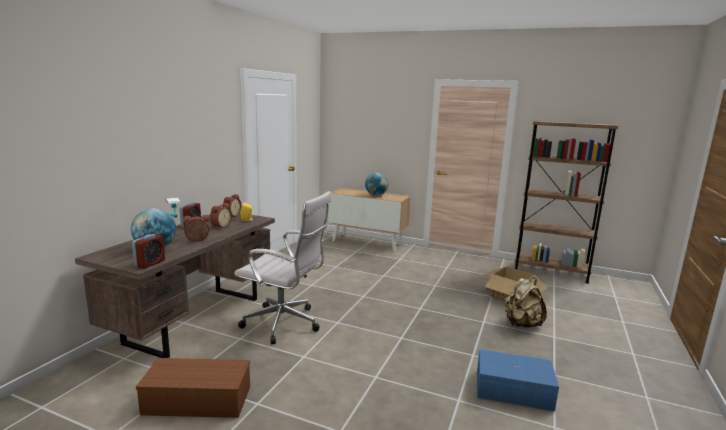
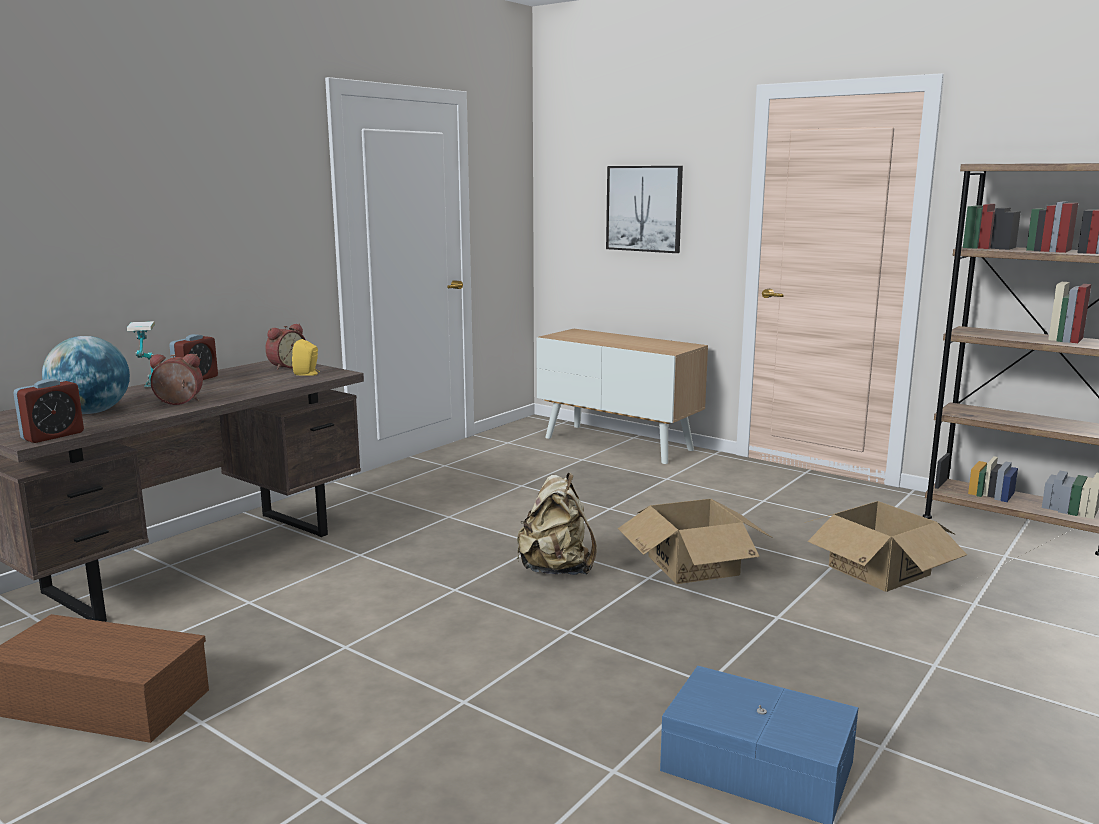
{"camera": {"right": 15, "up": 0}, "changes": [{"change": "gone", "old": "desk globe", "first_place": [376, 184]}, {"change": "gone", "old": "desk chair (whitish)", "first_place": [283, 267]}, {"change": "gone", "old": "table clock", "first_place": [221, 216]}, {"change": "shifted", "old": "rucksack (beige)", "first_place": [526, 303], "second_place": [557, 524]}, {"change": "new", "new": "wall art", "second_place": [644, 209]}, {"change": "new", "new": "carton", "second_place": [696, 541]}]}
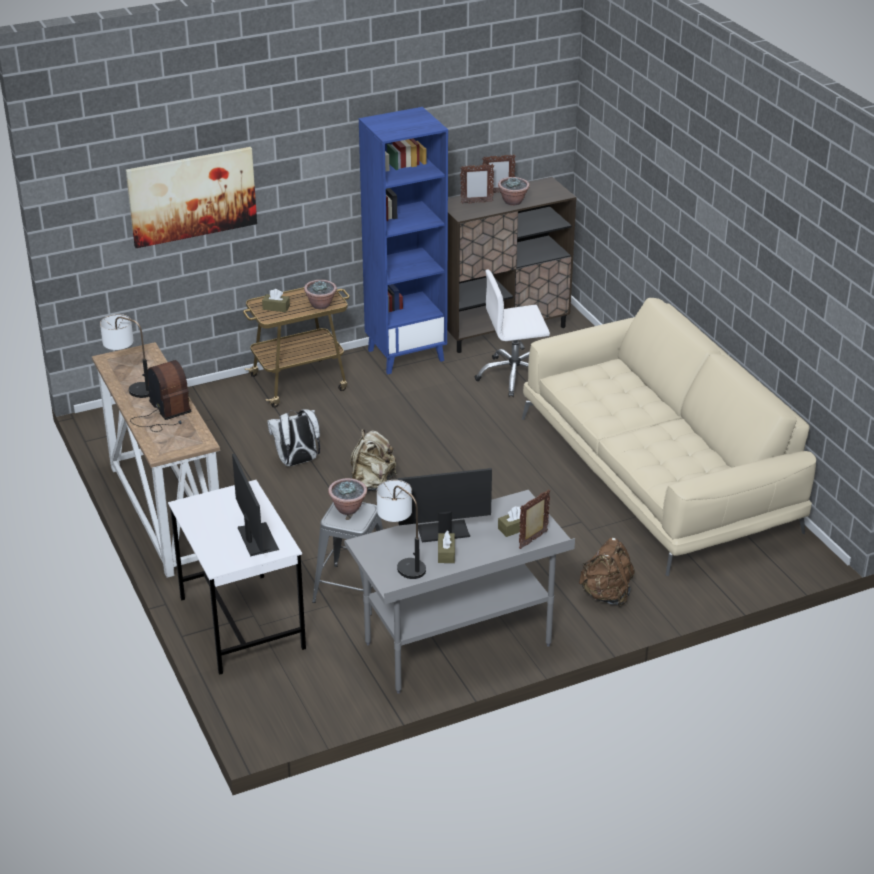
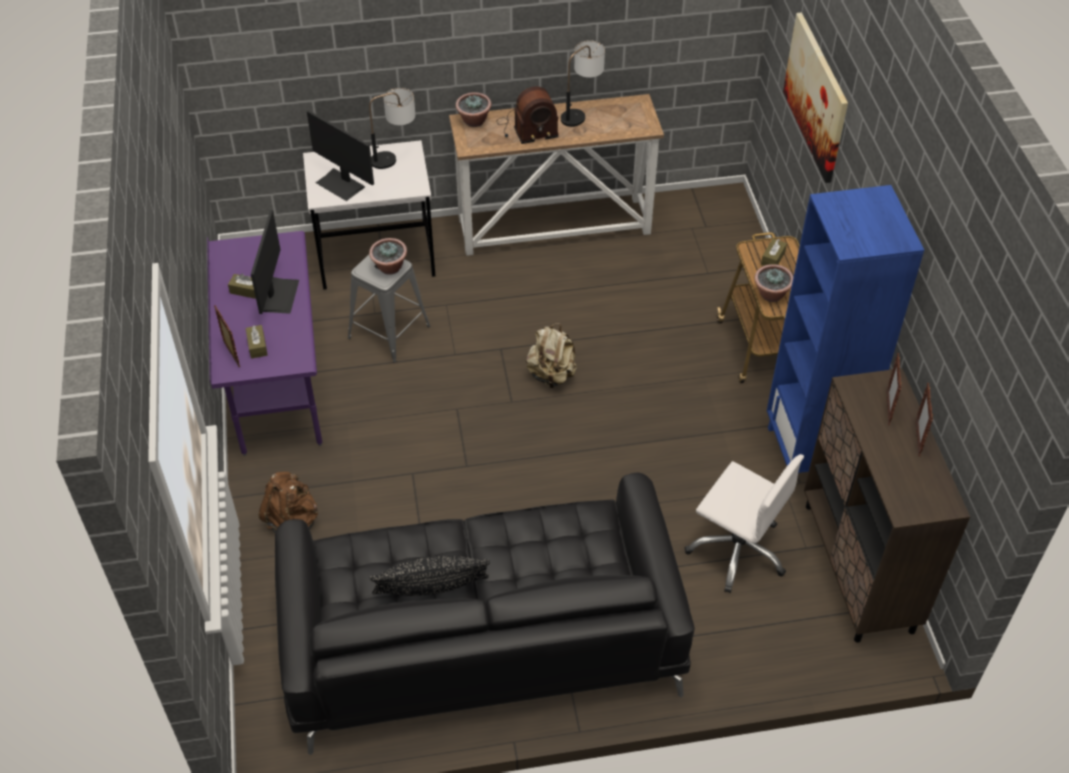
{"camera": {"right": 105, "up": 15}, "changes": [{"change": "shifted", "old": "plant in a pot", "first_place": [514, 191], "second_place": [473, 109]}, {"change": "rotated", "old": "desk chair (whitish)", "first_place": [512, 333], "second_place": [744, 523], "degrees": 120}, {"change": "repainted", "old": "sofa (beige)", "new": "sofa (black)", "first_place": [669, 437], "second_place": [485, 614]}, {"change": "gone", "old": "rucksack (whitish)", "first_place": [293, 437]}, {"change": "rotated", "old": "computer display", "first_place": [255, 505], "second_place": [340, 155], "degrees": 45}, {"change": "shifted", "old": "table lamp", "first_place": [401, 529], "second_place": [392, 128]}, {"change": "repainted", "old": "desk unit (grey)", "new": "desk unit (purple-coloured)", "first_place": [459, 592], "second_place": [264, 343]}, {"change": "new", "new": "throw pillow (black)", "second_place": [429, 576]}]}
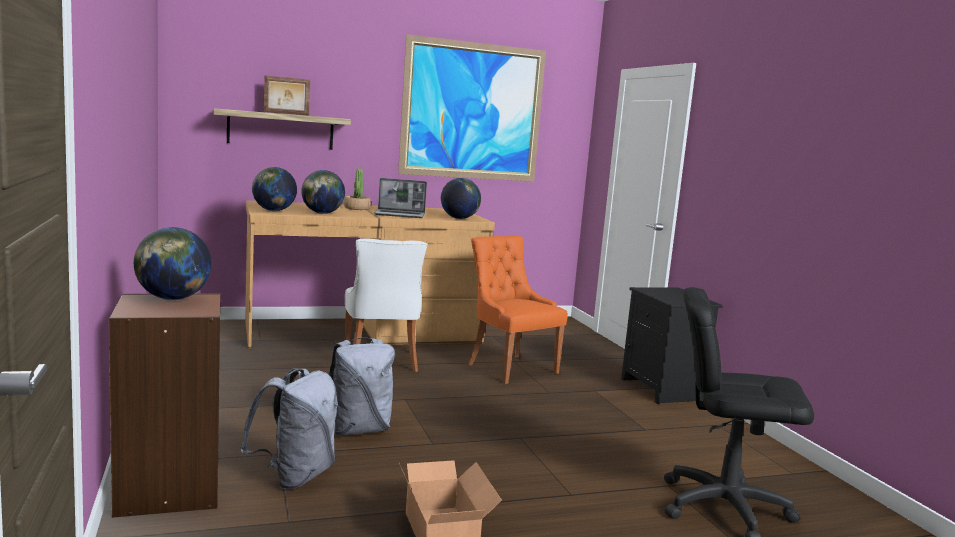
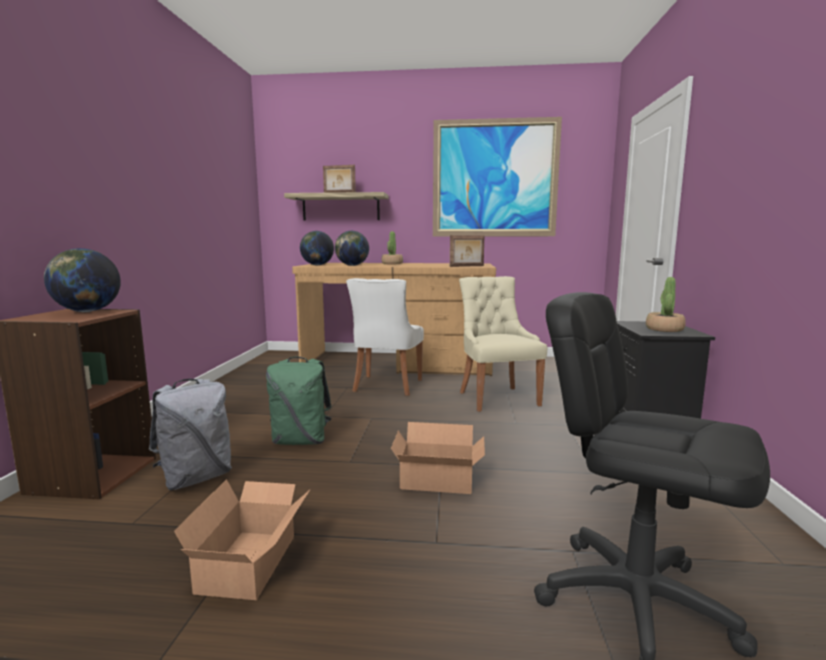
{"camera": {"right": 25, "up": 0}, "changes": [{"change": "gone", "old": "portable computer", "first_place": [400, 198]}, {"change": "swapped", "old": "desk globe", "new": "standing frame", "first_place": [461, 198], "second_place": [467, 251]}, {"change": "repainted", "old": "plain chair (orangey)", "new": "plain chair (beige)", "first_place": [518, 310], "second_place": [503, 344]}, {"change": "repainted", "old": "rucksack (grey)", "new": "rucksack (greenish)", "first_place": [361, 386], "second_place": [299, 401]}, {"change": "new", "new": "plant in a pot", "second_place": [666, 304]}, {"change": "new", "new": "carton", "second_place": [438, 458]}]}
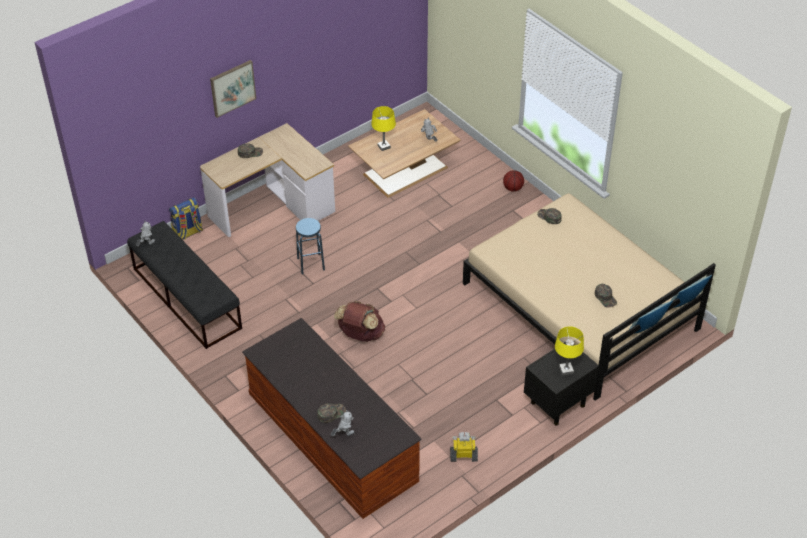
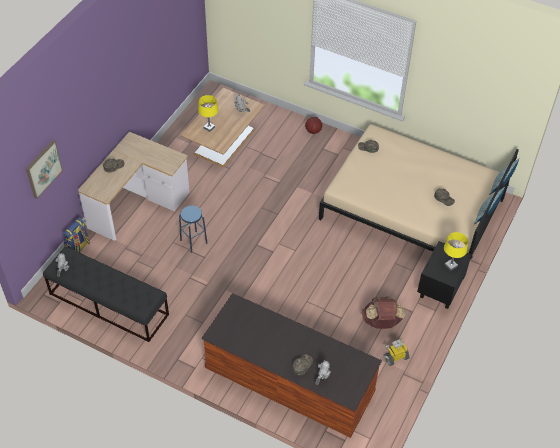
{"camera": {"right": -25, "up": 5}, "changes": [{"change": "shifted", "old": "wall art", "first_place": [233, 89], "second_place": [44, 169]}, {"change": "shifted", "old": "rucksack (brown)", "first_place": [359, 321], "second_place": [383, 313]}]}
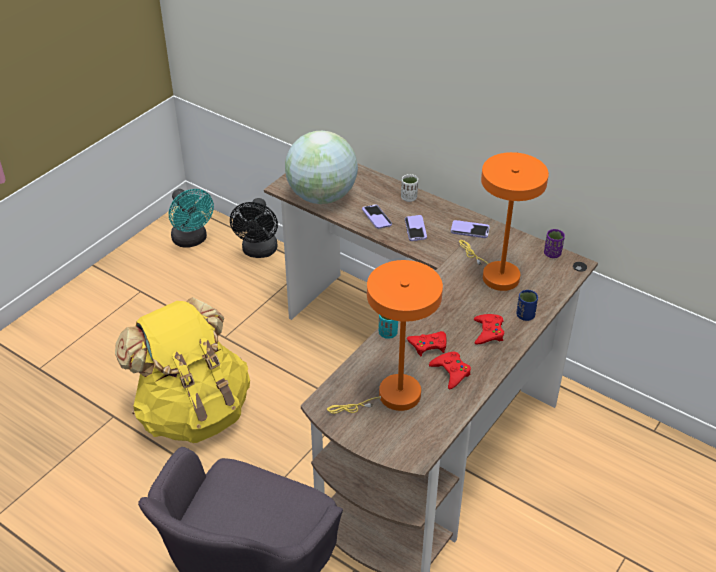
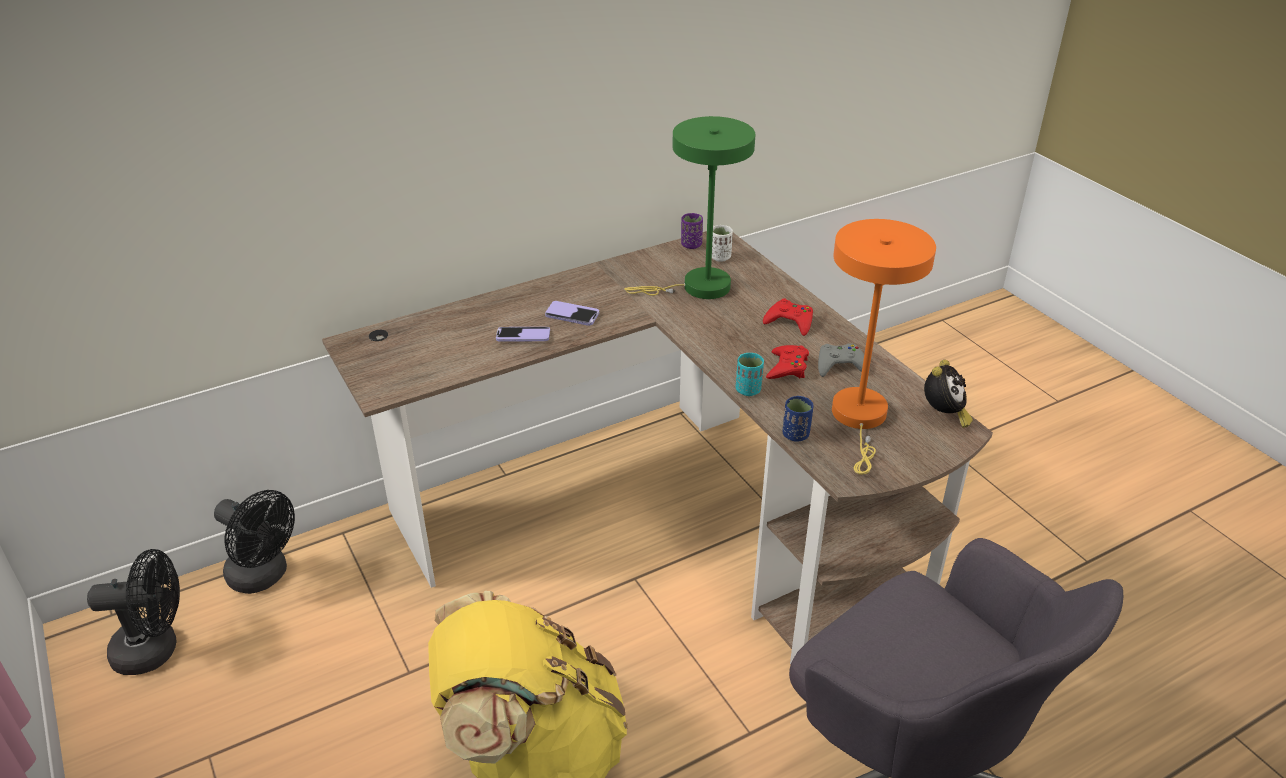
{"camera": {"right": -65, "up": -5}, "changes": [{"change": "gone", "old": "desk globe", "first_place": [321, 167]}, {"change": "repainted", "old": "table lamp (orangey)", "new": "table lamp (greenish)", "first_place": [504, 221], "second_place": [689, 207]}, {"change": "shifted", "old": "cup (whitish)", "first_place": [409, 188], "second_place": [722, 243]}, {"change": "repainted", "old": "electric fan (blue-green)", "new": "electric fan (black)", "first_place": [191, 218], "second_place": [133, 612]}, {"change": "gone", "old": "telephone", "first_place": [470, 229]}, {"change": "shifted", "old": "cup (blue)", "first_place": [527, 305], "second_place": [798, 419]}, {"change": "repainted", "old": "game controller (red)", "new": "game controller (grey)", "first_place": [450, 370], "second_place": [844, 360]}, {"change": "new", "new": "table clock", "second_place": [948, 394]}]}
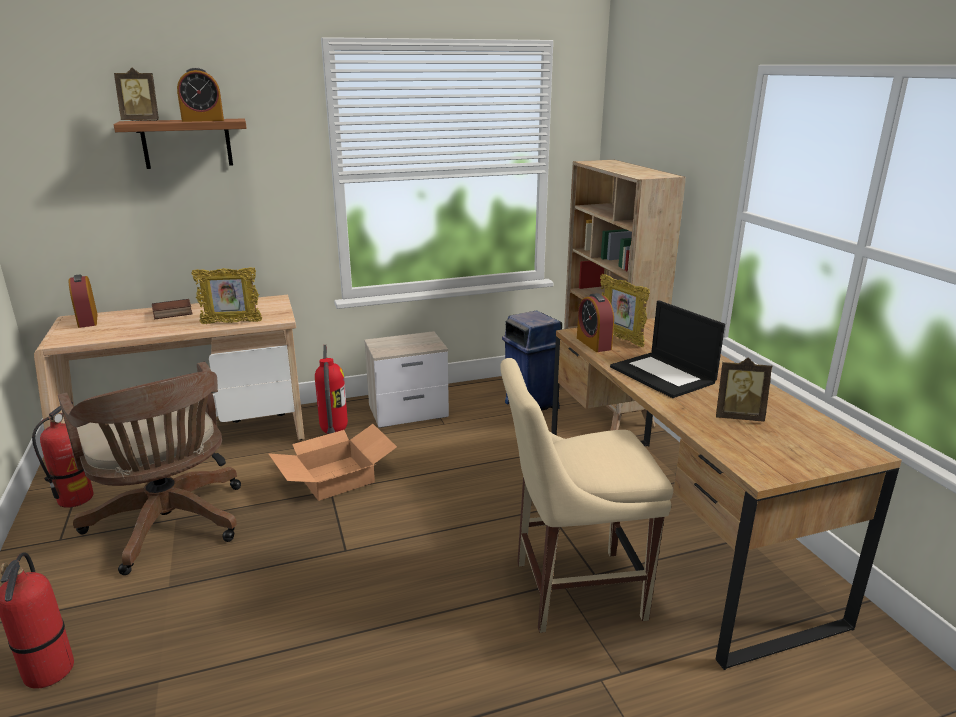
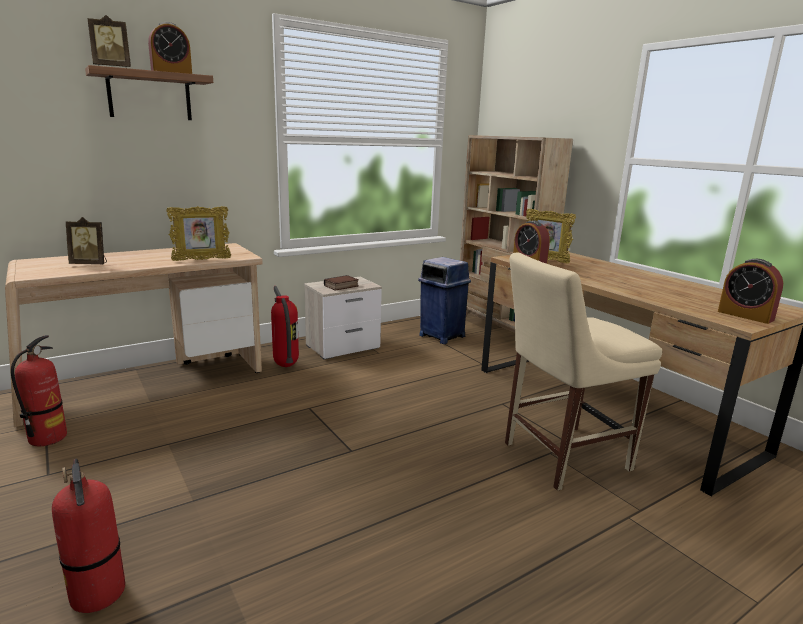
{"camera": {"right": -15, "up": -5}, "changes": [{"change": "shifted", "old": "table clock", "first_place": [83, 301], "second_place": [750, 291]}, {"change": "shifted", "old": "book", "first_place": [172, 309], "second_place": [341, 283]}, {"change": "gone", "old": "portable computer", "first_place": [667, 349]}, {"change": "shifted", "old": "standing frame", "first_place": [744, 389], "second_place": [86, 240]}, {"change": "gone", "old": "desk chair (brown)", "first_place": [149, 468]}, {"change": "gone", "old": "carton", "first_place": [332, 462]}]}
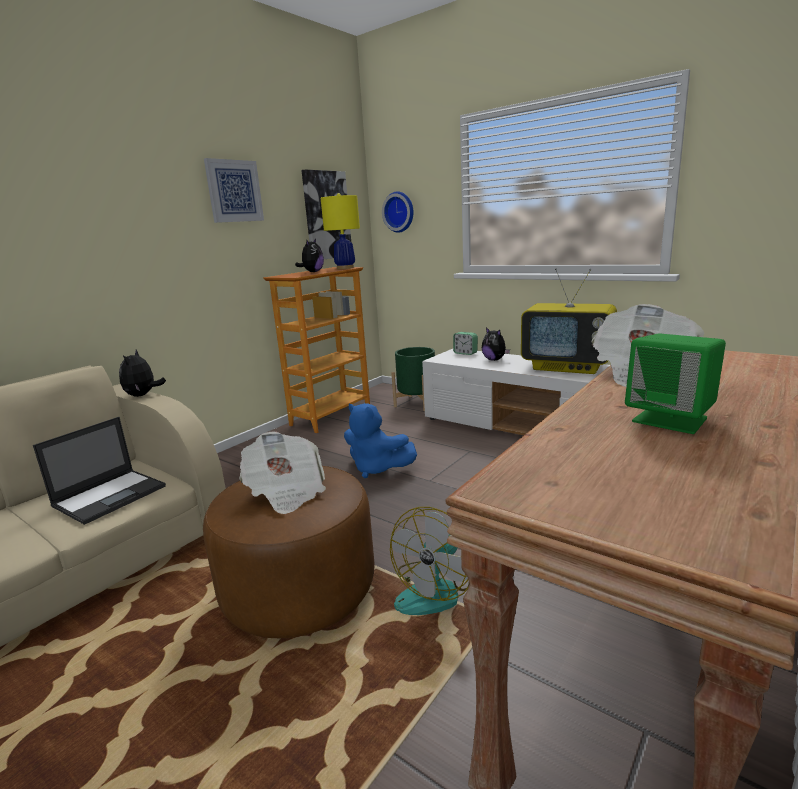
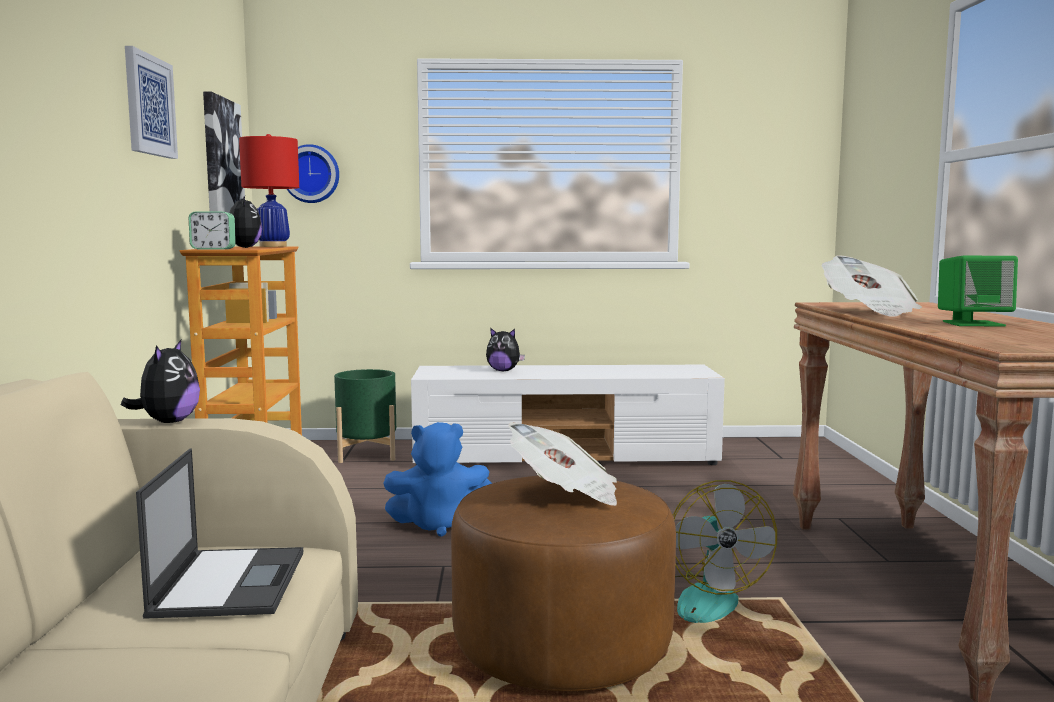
{"camera": {"right": -40, "up": -10}, "changes": [{"change": "repainted", "old": "table lamp (yellowish)", "new": "table lamp (red)", "first_place": [340, 231], "second_place": [269, 190]}, {"change": "gone", "old": "television", "first_place": [569, 321]}, {"change": "shifted", "old": "table clock", "first_place": [465, 343], "second_place": [212, 230]}, {"change": "rotated", "old": "cuddly toy", "first_place": [142, 373], "second_place": [160, 381], "degrees": -135}]}
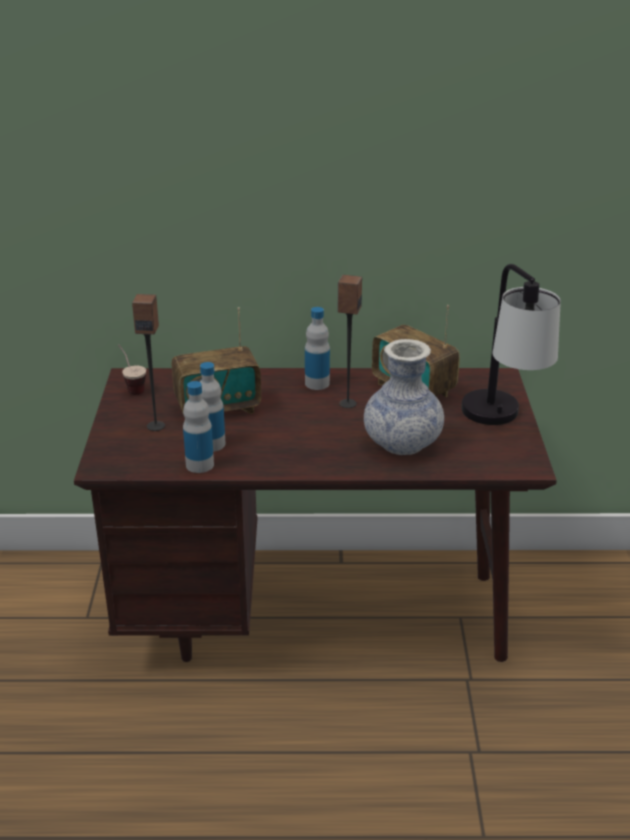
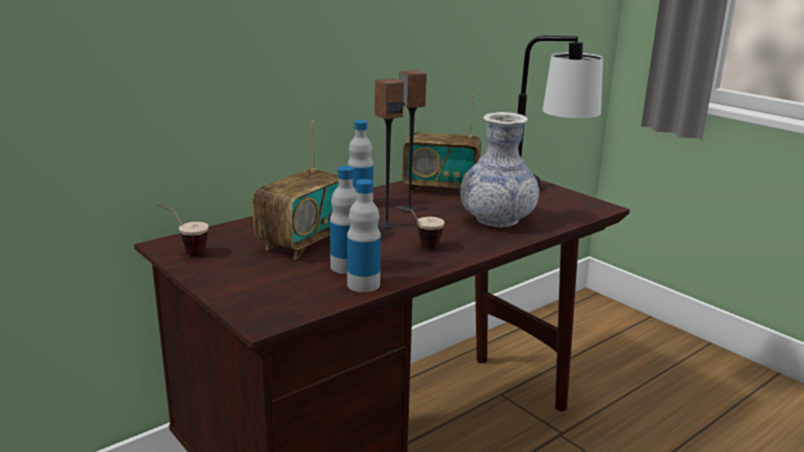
{"camera": {"right": -40, "up": -10}, "changes": [{"change": "shifted", "old": "loudspeaker", "first_place": [148, 362], "second_place": [389, 153]}, {"change": "new", "new": "cup", "second_place": [420, 228]}]}
